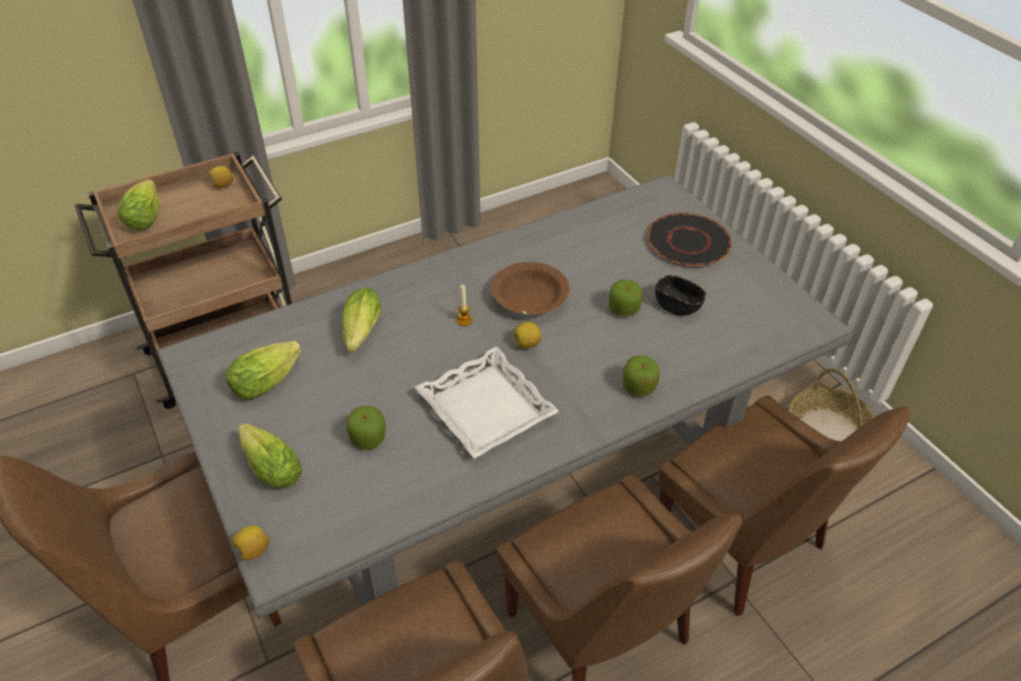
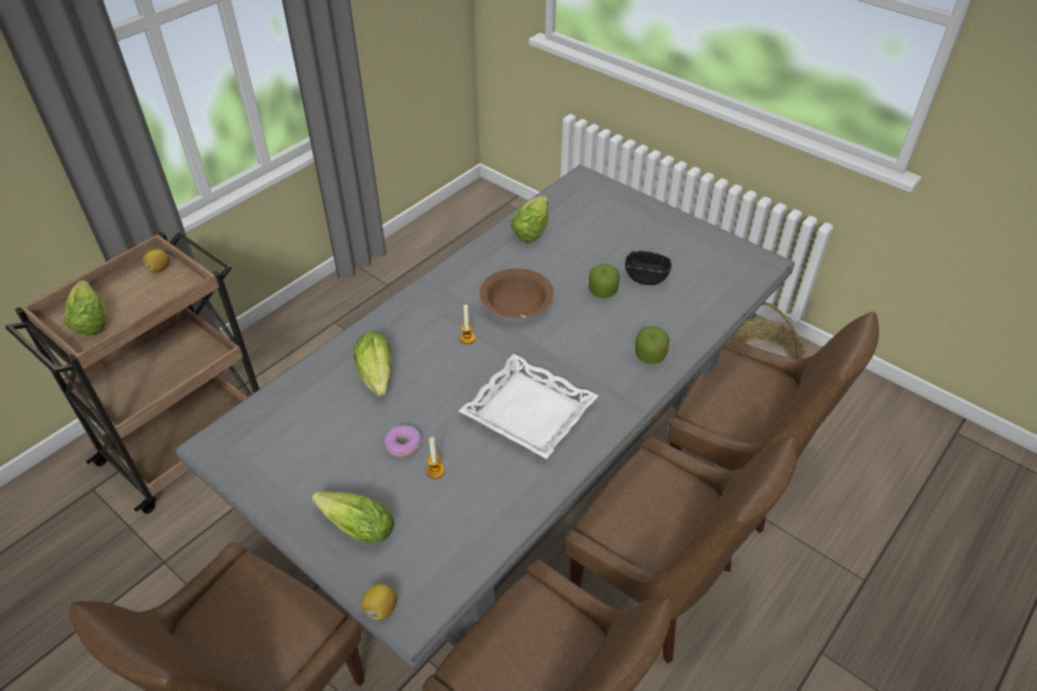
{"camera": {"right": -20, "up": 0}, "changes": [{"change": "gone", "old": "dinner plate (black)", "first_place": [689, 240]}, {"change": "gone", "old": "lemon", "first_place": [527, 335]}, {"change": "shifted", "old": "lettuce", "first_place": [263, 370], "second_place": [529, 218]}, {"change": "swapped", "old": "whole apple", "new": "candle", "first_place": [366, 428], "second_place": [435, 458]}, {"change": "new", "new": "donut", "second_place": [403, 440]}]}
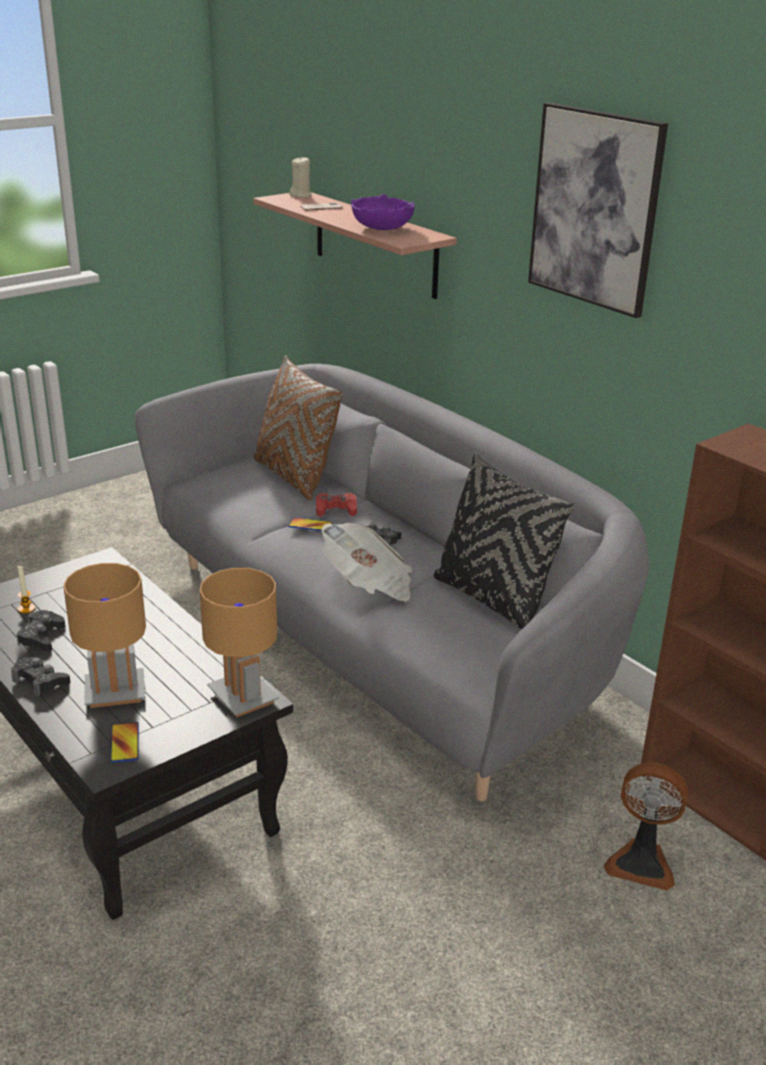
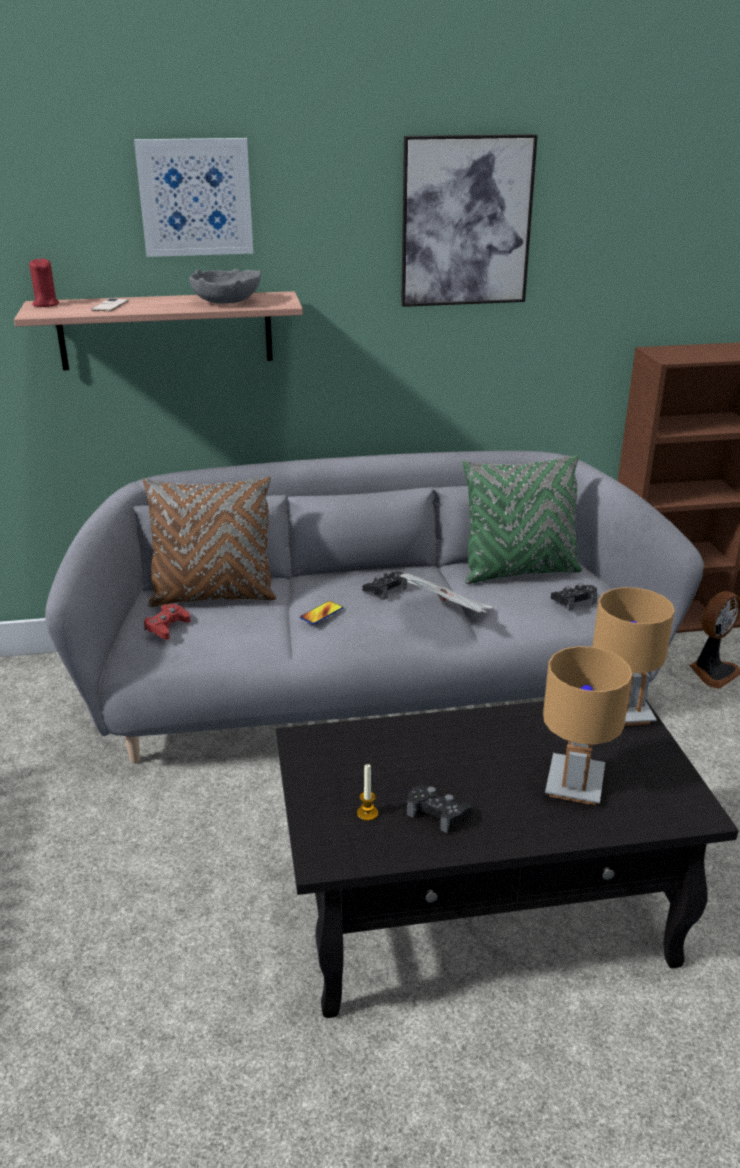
{"camera": {"right": -60, "up": 0}, "changes": [{"change": "repainted", "old": "candle (beige)", "new": "candle (red)", "first_place": [300, 177], "second_place": [44, 282]}, {"change": "repainted", "old": "bowl (purple-coloured)", "new": "bowl (grey)", "first_place": [383, 212], "second_place": [225, 286]}, {"change": "repainted", "old": "throw pillow (black)", "new": "throw pillow (greenish)", "first_place": [504, 541], "second_place": [522, 519]}, {"change": "shifted", "old": "game controller (red)", "first_place": [336, 504], "second_place": [167, 622]}, {"change": "shifted", "old": "game controller (black)", "first_place": [40, 677], "second_place": [574, 596]}, {"change": "gone", "old": "telephone", "first_place": [124, 742]}, {"change": "new", "new": "wall art", "second_place": [193, 197]}]}
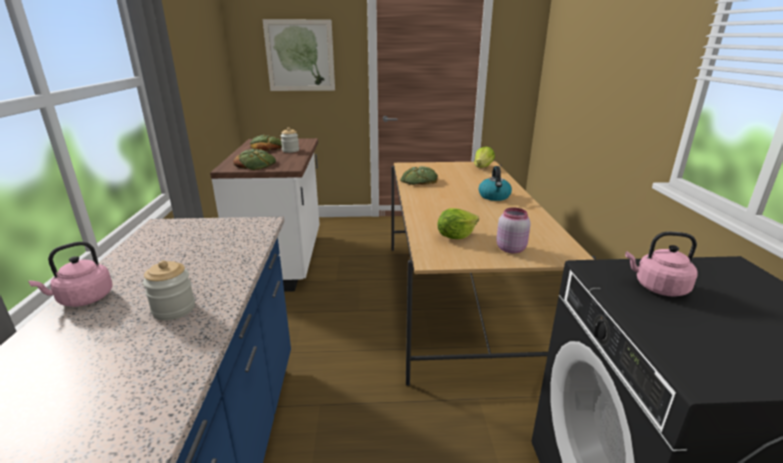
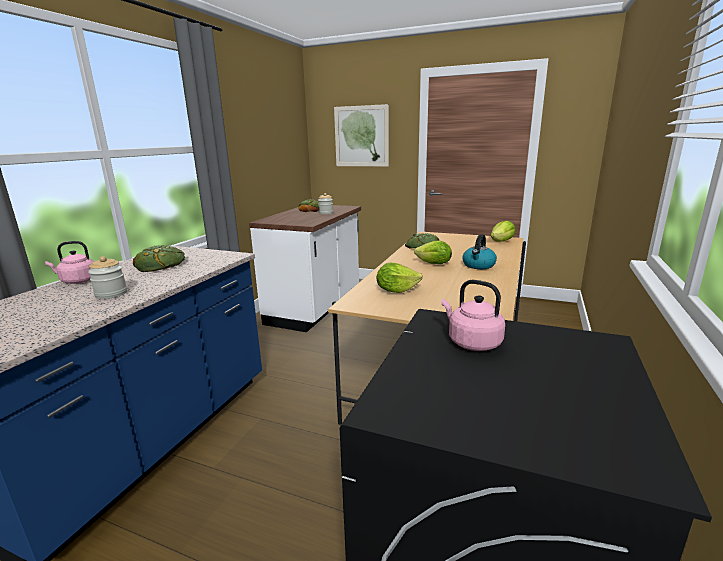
{"camera": {"right": 25, "up": -5}, "changes": [{"change": "shifted", "old": "bakery bread", "first_place": [254, 159], "second_place": [159, 258]}, {"change": "gone", "old": "jar (pink)", "first_place": [513, 230]}, {"change": "new", "new": "lettuce", "second_place": [433, 252]}]}
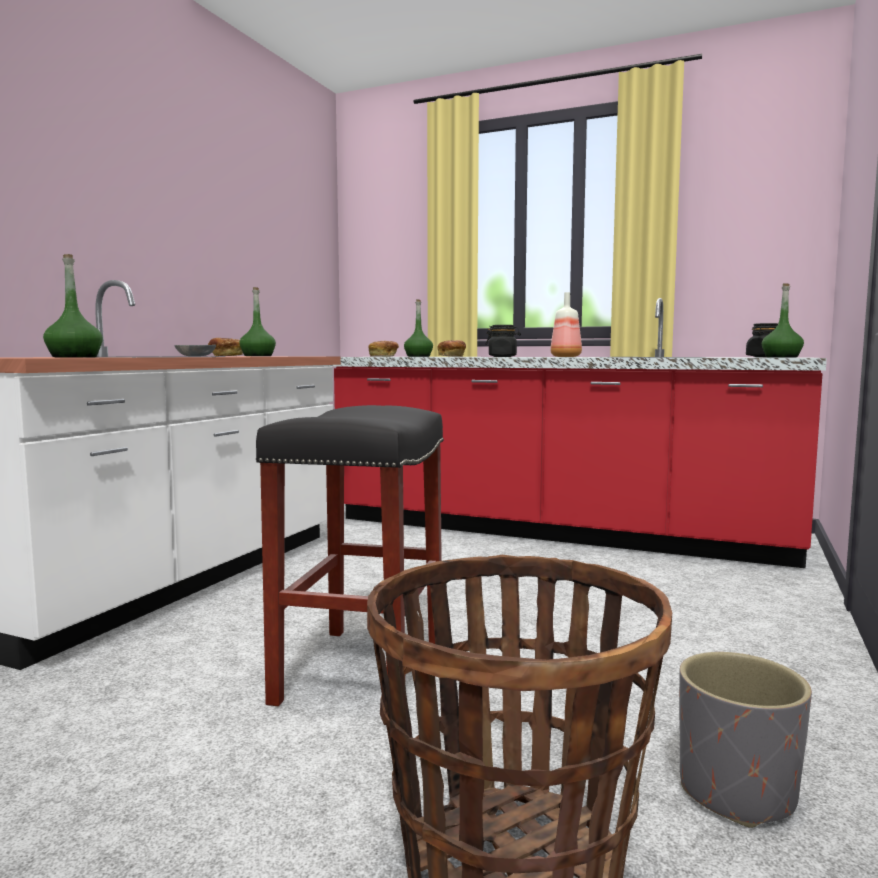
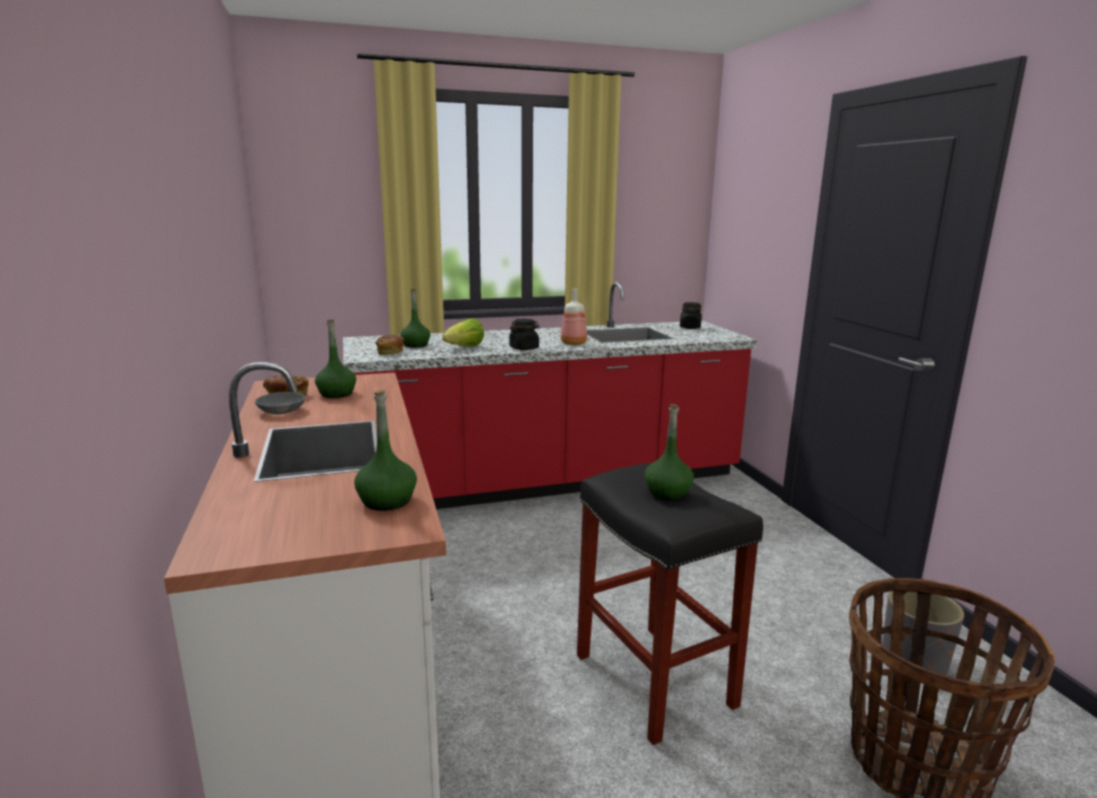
{"camera": {"right": -40, "up": 10}, "changes": [{"change": "shifted", "old": "bottle (greenish)", "first_place": [783, 320], "second_place": [669, 452]}, {"change": "swapped", "old": "bakery bread", "new": "lettuce", "first_place": [451, 348], "second_place": [463, 332]}]}
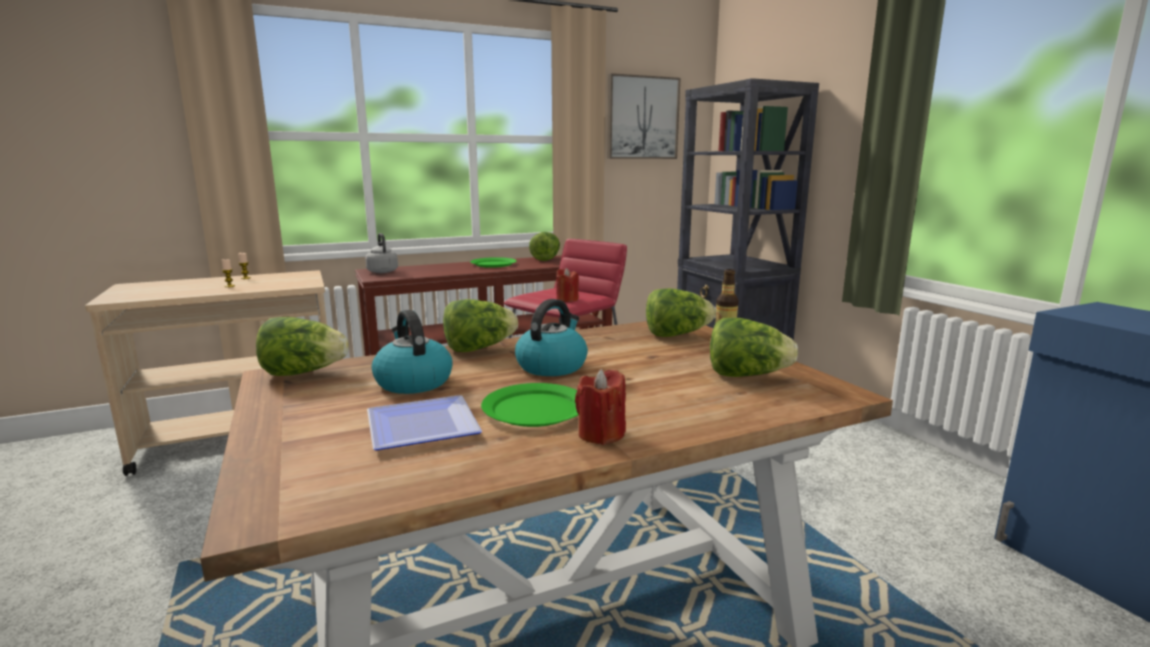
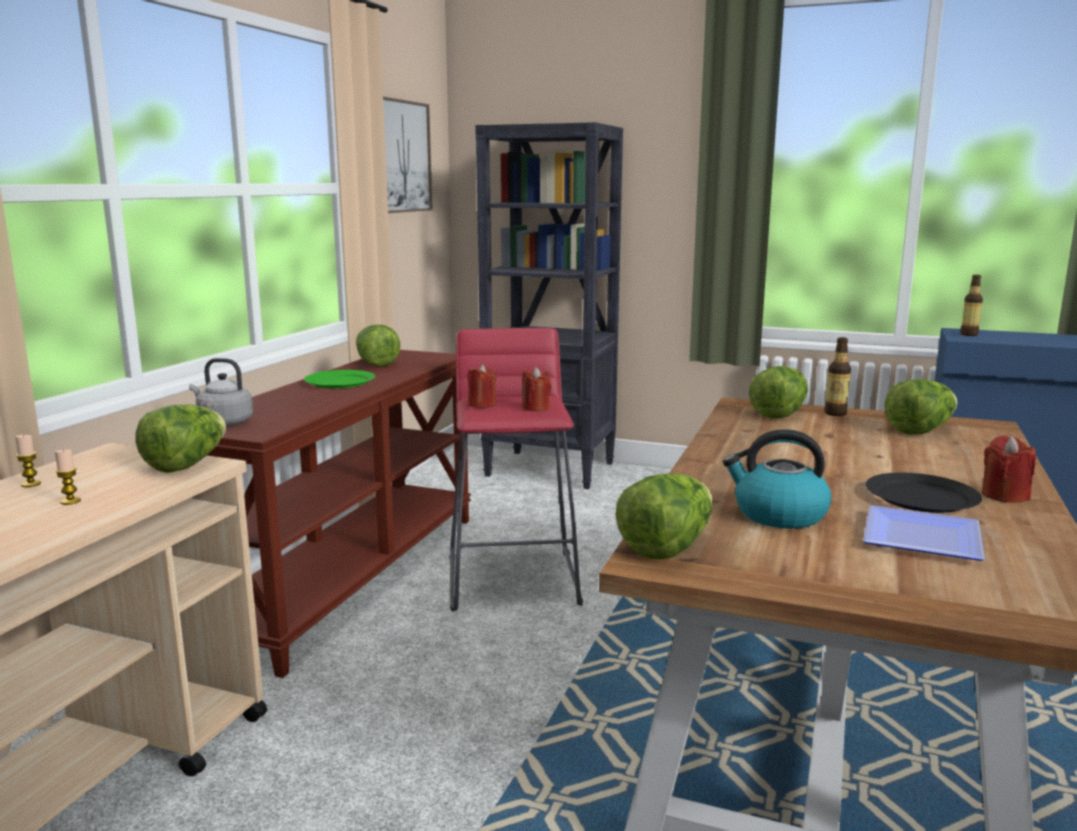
{"camera": {"right": -45, "up": 0}, "changes": [{"change": "shifted", "old": "lettuce", "first_place": [480, 325], "second_place": [180, 438]}, {"change": "gone", "old": "water kettle", "first_place": [551, 337]}, {"change": "repainted", "old": "dinner plate (greenish)", "new": "dinner plate (black)", "first_place": [530, 405], "second_place": [924, 493]}, {"change": "new", "new": "bottle", "second_place": [971, 305]}, {"change": "new", "new": "candle (red)", "second_place": [481, 386]}]}
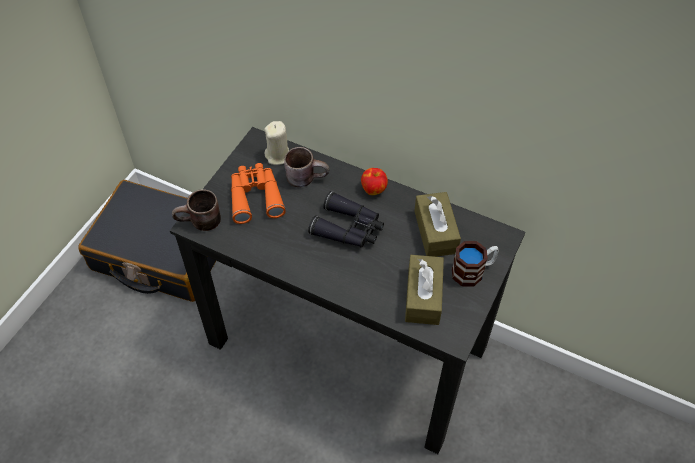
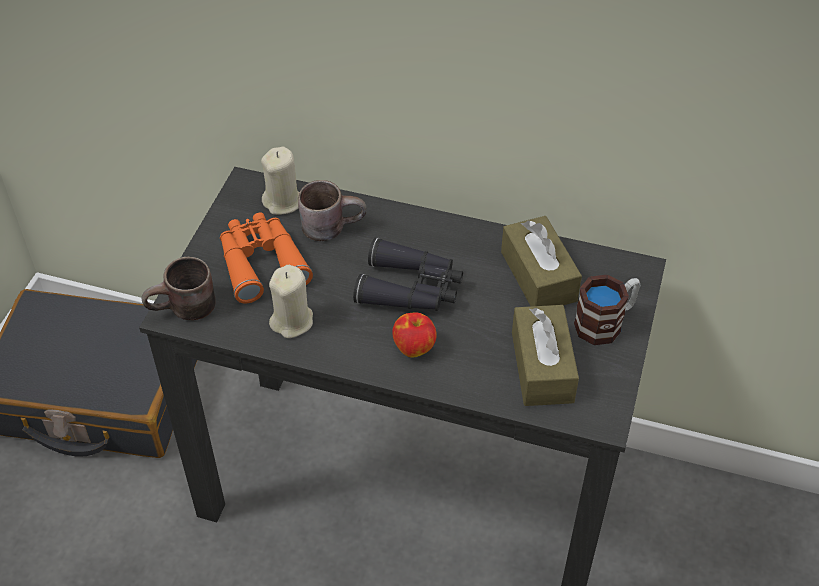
{"camera": {"right": -10, "up": -5}, "changes": [{"change": "shifted", "old": "whole apple", "first_place": [374, 181], "second_place": [414, 335]}, {"change": "new", "new": "candle (beige)", "second_place": [291, 301]}]}
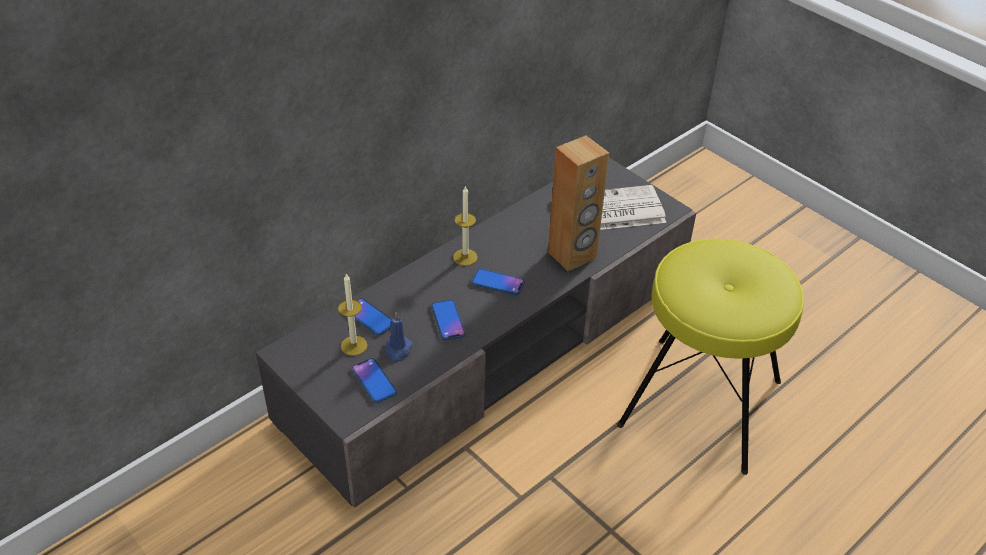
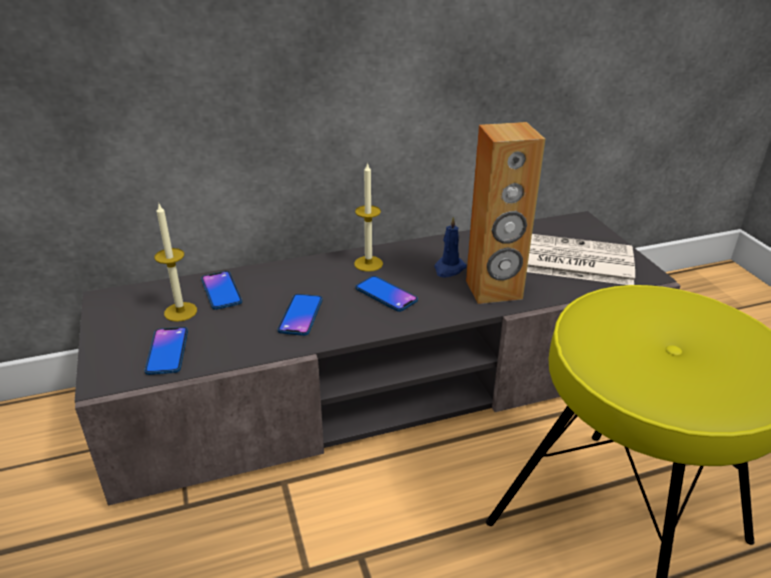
{"camera": {"right": 25, "up": -10}, "changes": [{"change": "shifted", "old": "candle (blue)", "first_place": [399, 337], "second_place": [450, 247]}]}
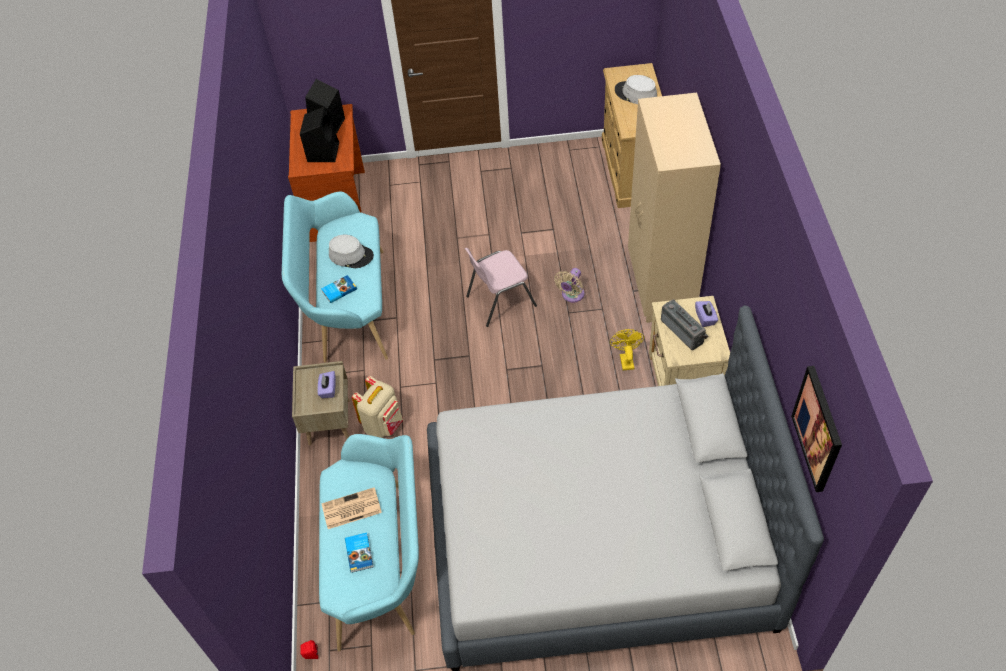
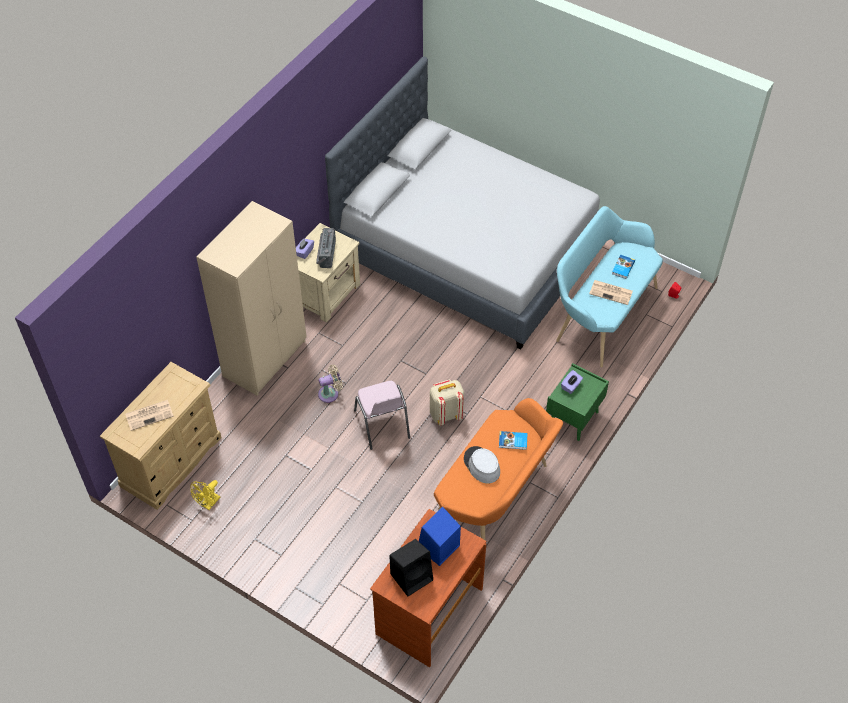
{"camera": {"right": -145, "up": 0}, "changes": [{"change": "swapped", "old": "hat (grey)", "new": "newspaper", "first_place": [636, 89], "second_place": [149, 415]}, {"change": "repainted", "old": "loudspeaker (black)", "new": "loudspeaker (blue)", "first_place": [319, 134], "second_place": [440, 536]}, {"change": "repainted", "old": "bench (blue-green)", "new": "bench (orangey)", "first_place": [335, 277], "second_place": [498, 469]}, {"change": "rotated", "old": "plain chair (pink)", "first_place": [501, 287], "second_place": [382, 415], "degrees": 60}, {"change": "shifted", "old": "electric fan (yellowish)", "first_place": [627, 349], "second_place": [205, 495]}, {"change": "repainted", "old": "nightstand (beige)", "new": "nightstand (greenish)", "first_place": [321, 403], "second_place": [577, 402]}, {"change": "gone", "old": "wall art", "first_place": [816, 429]}, {"change": "shifted", "old": "rucksack (beige)", "first_place": [377, 407], "second_place": [447, 403]}]}
